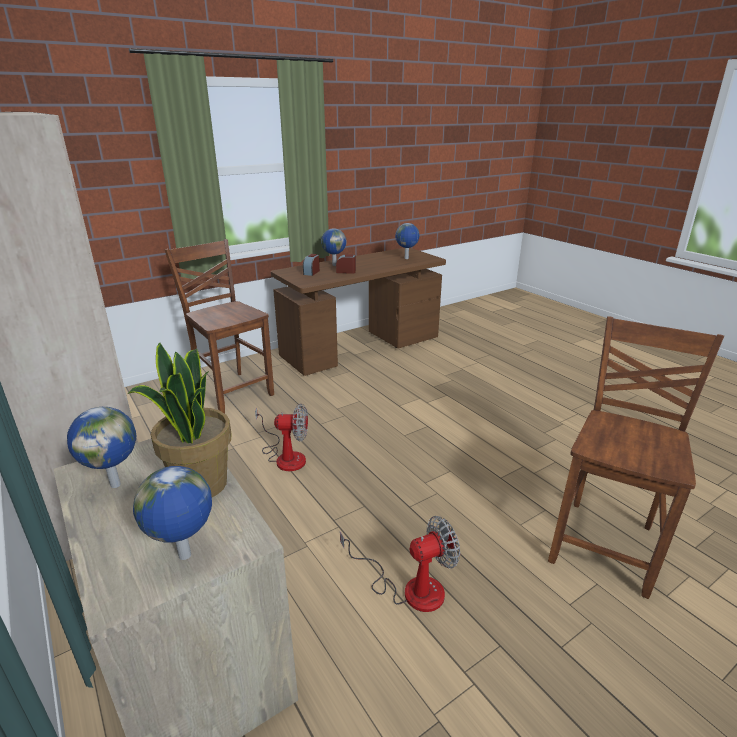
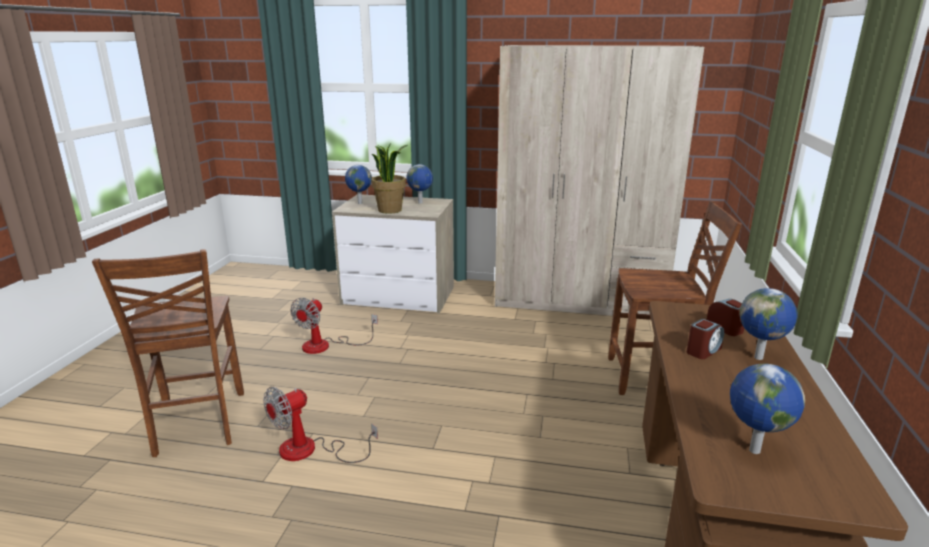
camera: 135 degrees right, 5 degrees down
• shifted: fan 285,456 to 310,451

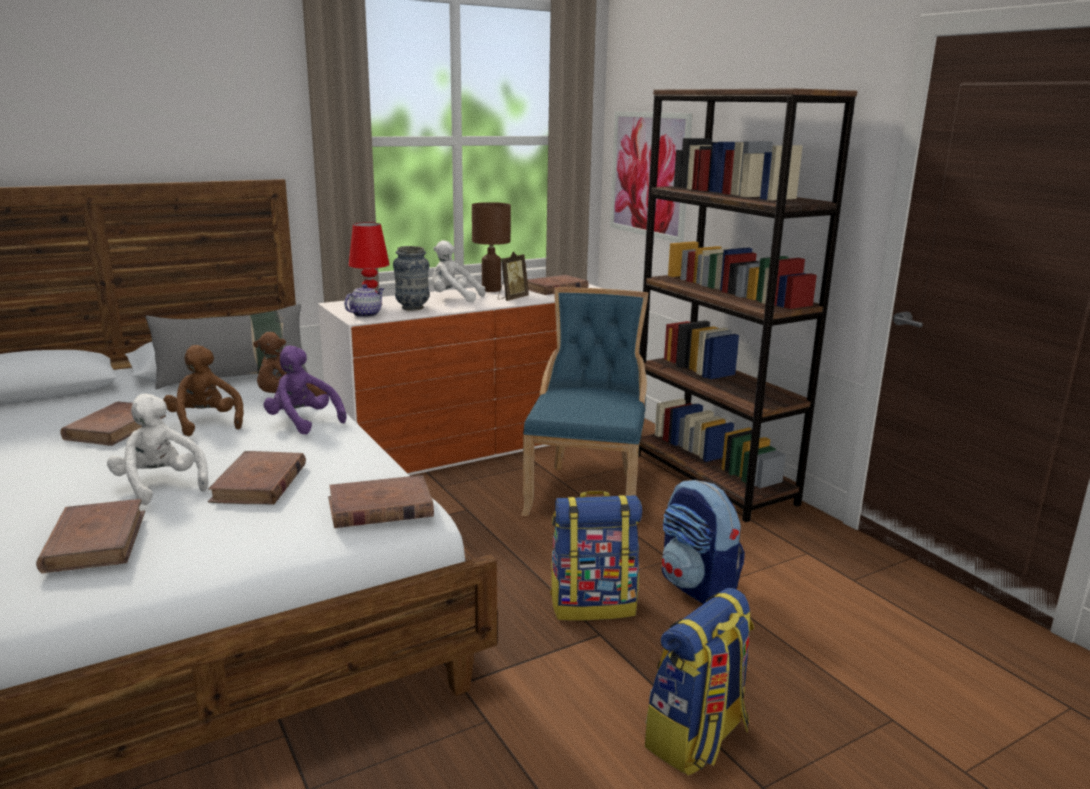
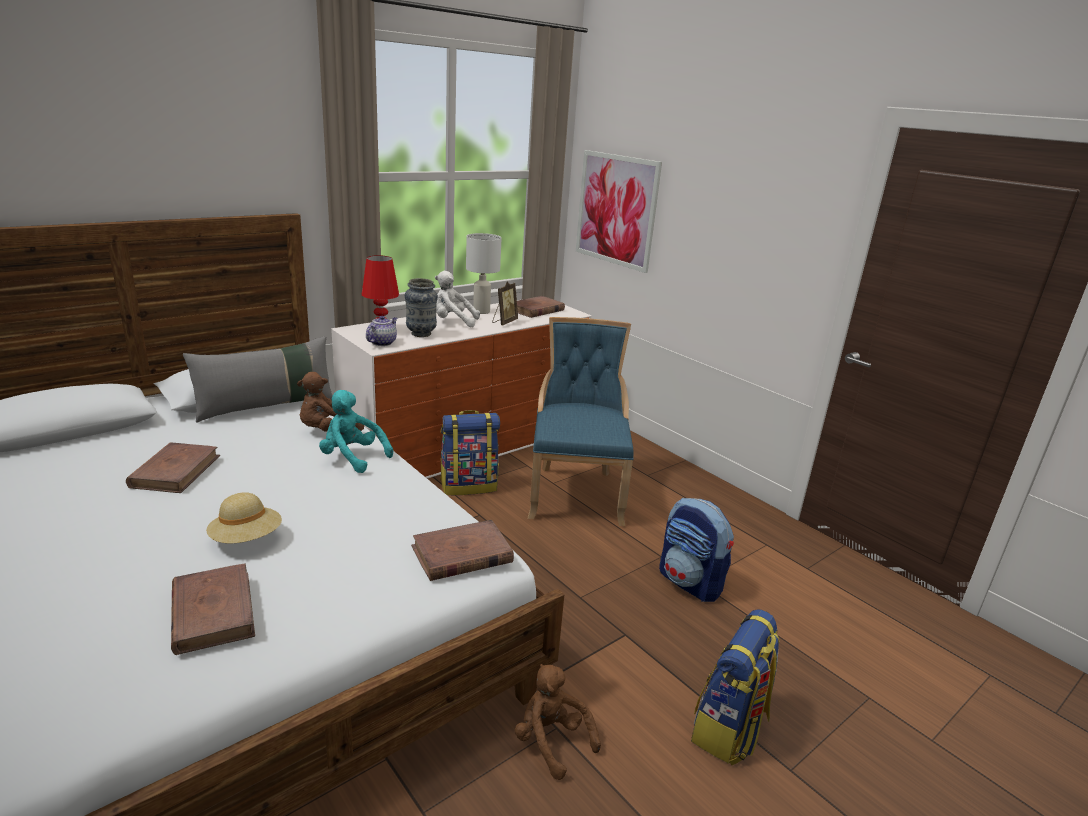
camera: 10 degrees left, 5 degrees up
• gone: brown volume 259,483
• gone: brown shelving unit 712,479
• shifted: brown soft toy 205,423 to 551,741
• shifted: rucksack 593,604 to 469,485
• swapped: whitish soft toy 160,485 to sand-coloured clothing hat 246,539
• repainted: purple soft toy 303,422 to turquoise-coloured soft toy 352,457
• repainted: brown table lamp 491,290 to whitish table lamp 481,311

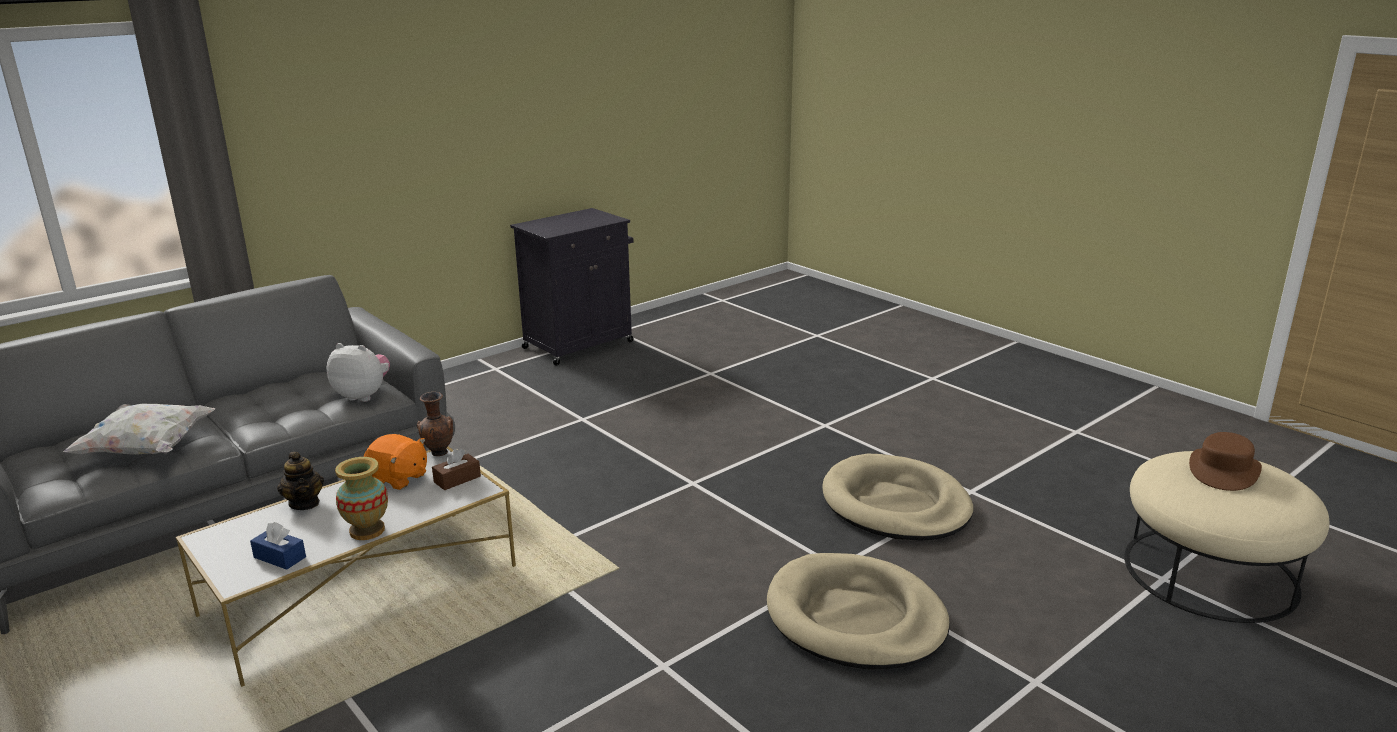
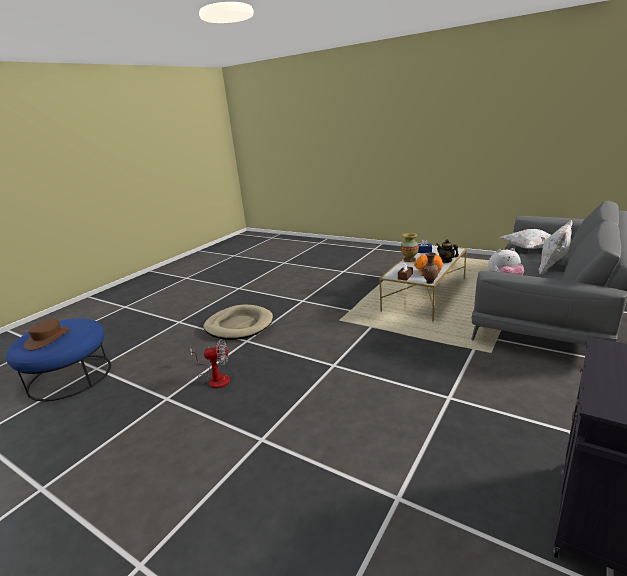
camera: 165 degrees right, 0 degrees up
• new: whitish cushion 552,267
• swapped: sand-coloured dog cushion 895,504 to fan 215,378
• repainted: sand-coloured footrest 1210,572 to blue footrest 69,376

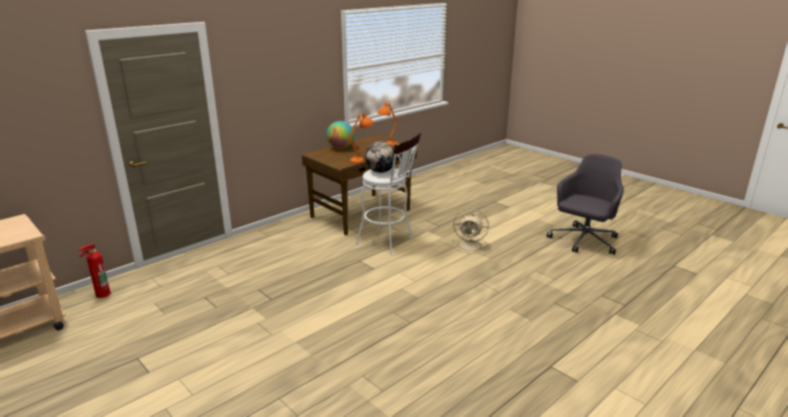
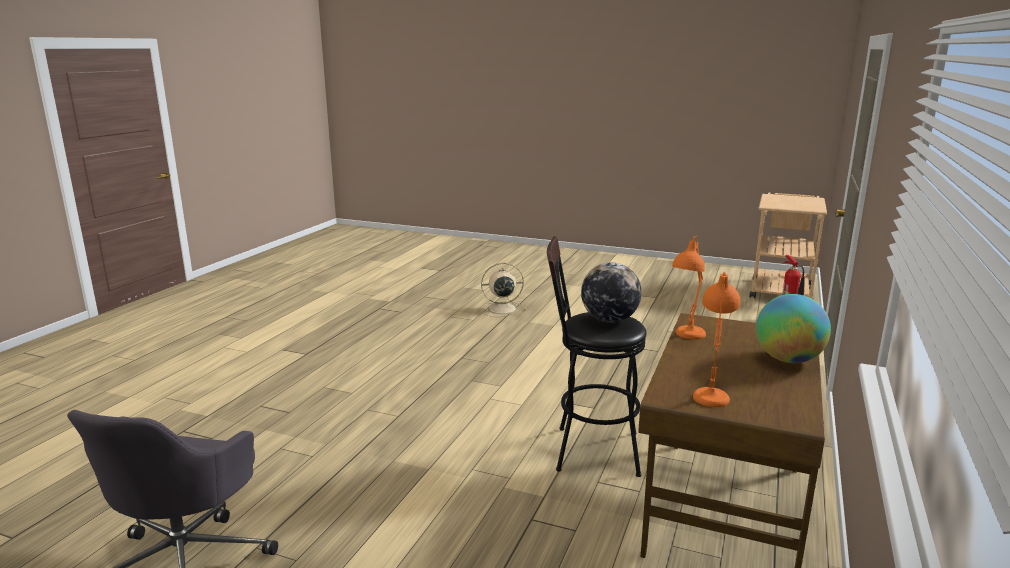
camera: 155 degrees right, 5 degrees down
• shifted: sand-coloured fan 470,245 to 501,309
• repainted: whitish sitting stool 389,242 to black sitting stool 588,450

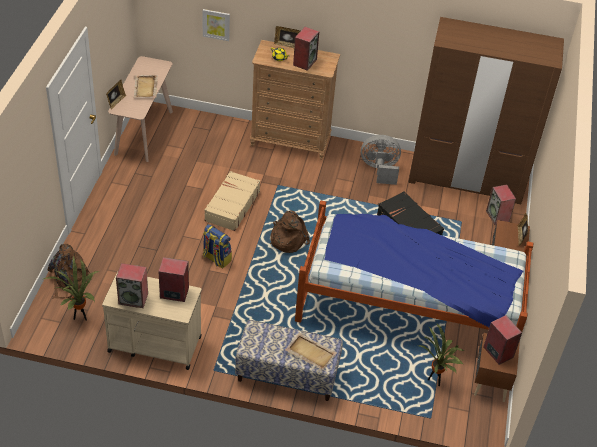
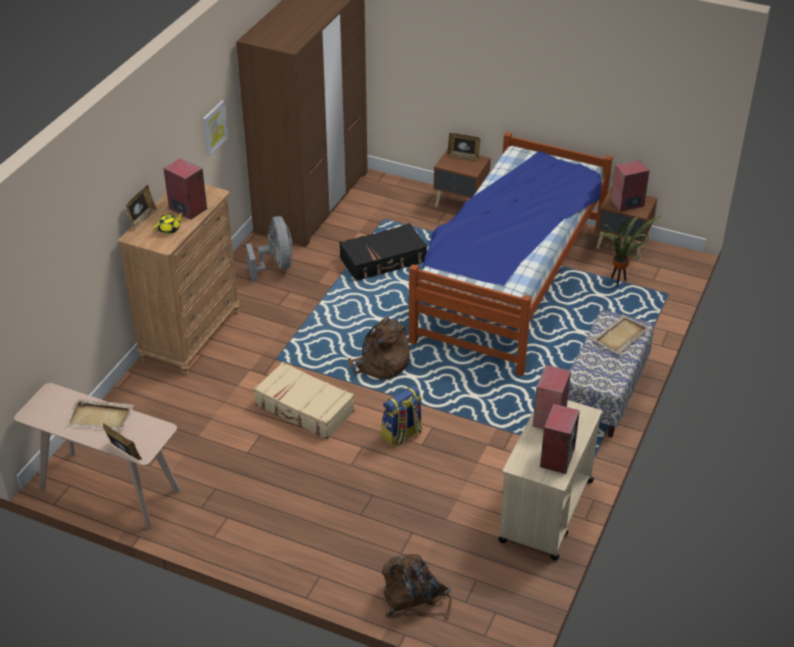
camera: 75 degrees left, 5 degrees down
• gone: potted plant 80,317
• gone: speaker 498,216
• shifted: wall picture 216,24 to 214,128
• rotated: grey fan 379,170 = 275,266 150 degrees clockwise

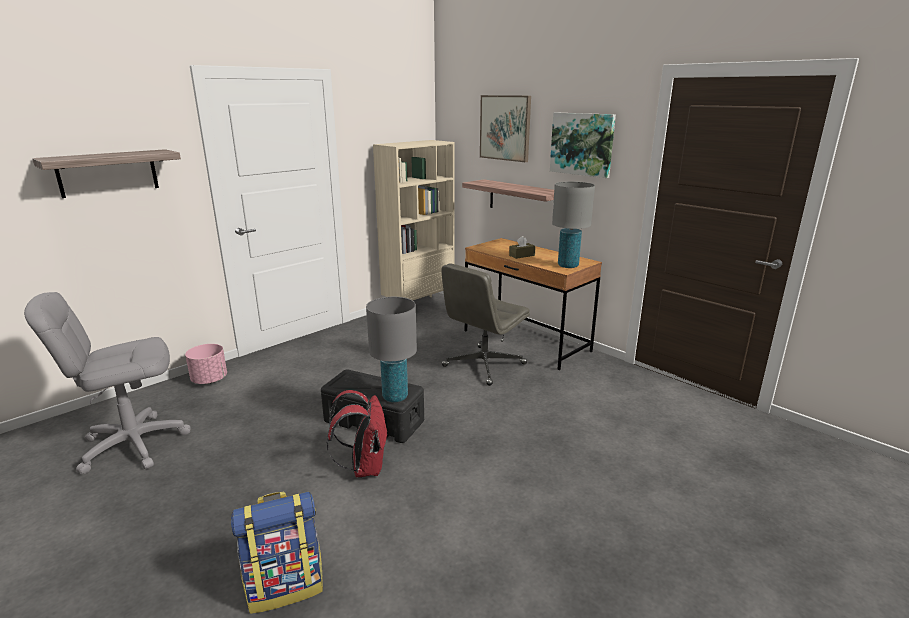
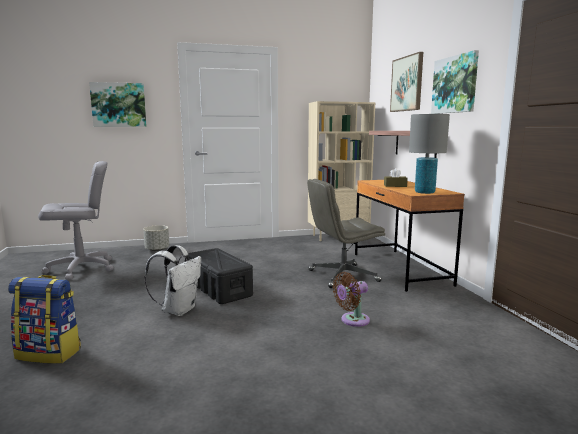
camera: 30 degrees right, 10 degrees down
• gone: grey table lamp 395,397
• new: brown fan 352,320
• swapped: shelf 108,173 to wall picture 119,105
• repainted: pinkish flower pot 209,380 to grey flower pot 157,249
• repainted: reddish rucksack 364,467 to whitish rucksack 178,310
• rotated: grey computer chair 133,444 = 81,268 150 degrees clockwise

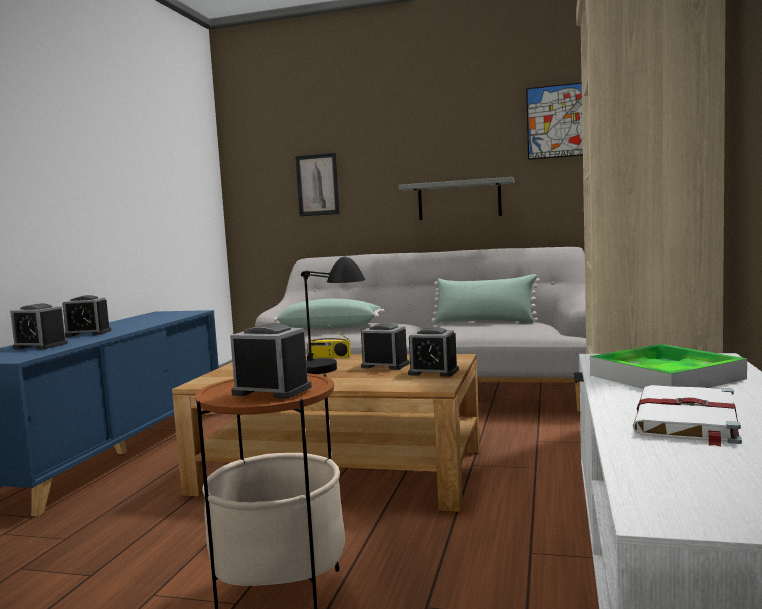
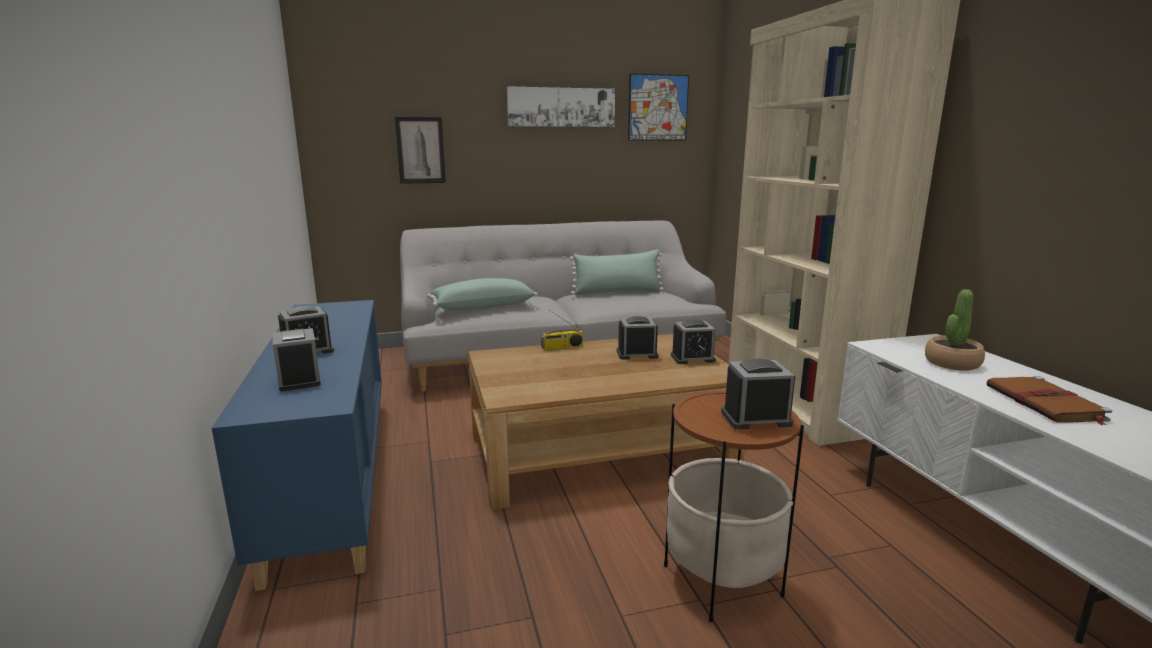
camera: 30 degrees left, 10 degrees up
• gone: black table lamp 330,376
• gone: grey shelf 459,200
• new: wall picture 561,107
• swapped: tray 665,377 to potted plant 952,363
• repainted: whitish volume 686,419 to brown volume 1046,403
• rotated: table clock 40,346 = 299,379 105 degrees counterclockwise

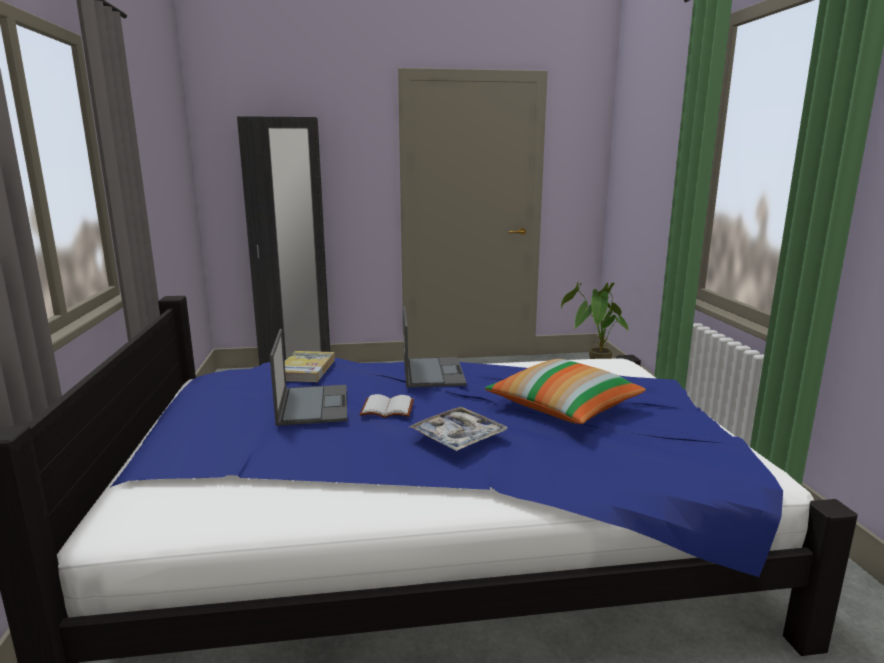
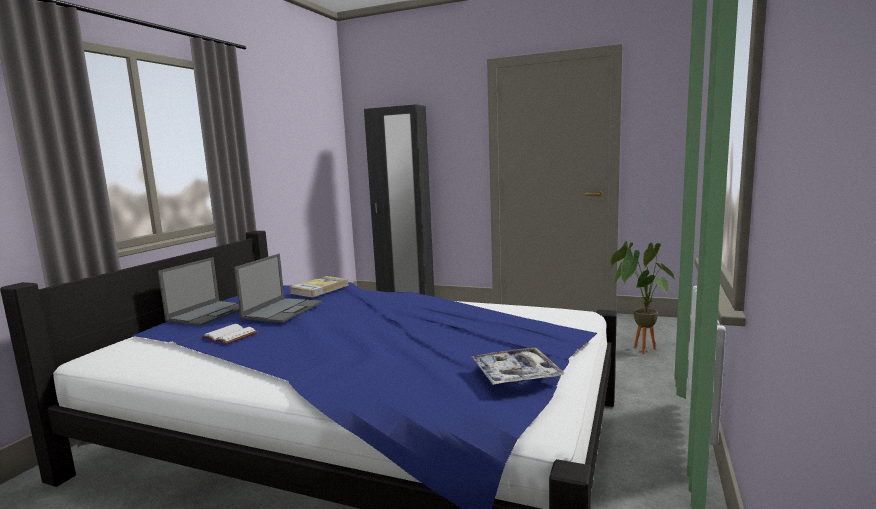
camera: 30 degrees right, 5 degrees down
• gone: cushion 563,408
• shifted: whitish volume 386,409 to 228,336
• shifted: portable computer 432,372 to 210,313
• shifted: tray 458,437 to 515,375

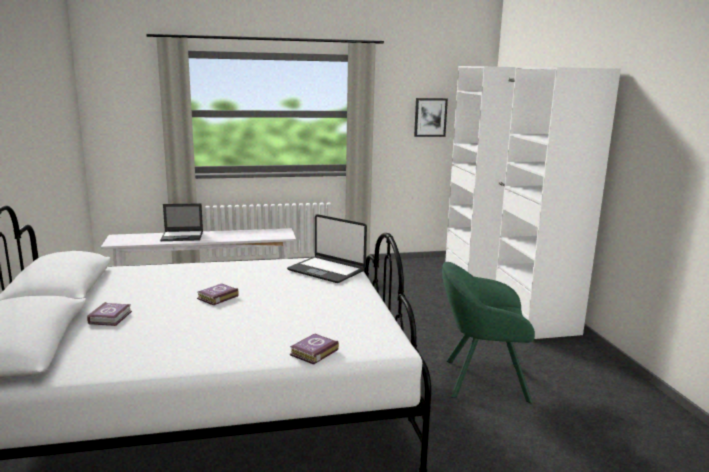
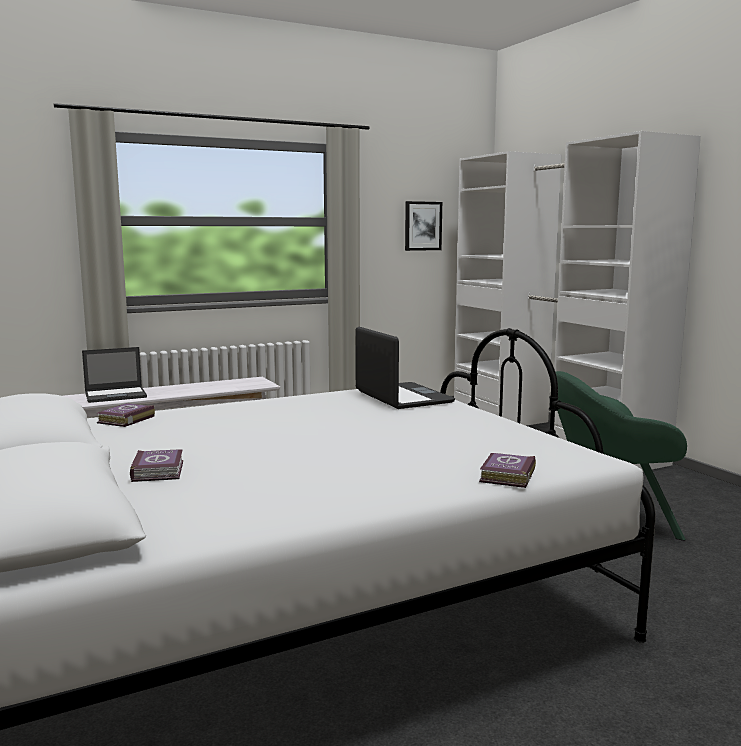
camera: 15 degrees left, 5 degrees down
• shifted: volume 216,297 to 124,420
• rotated: portable computer 327,270 = 402,397 135 degrees counterclockwise

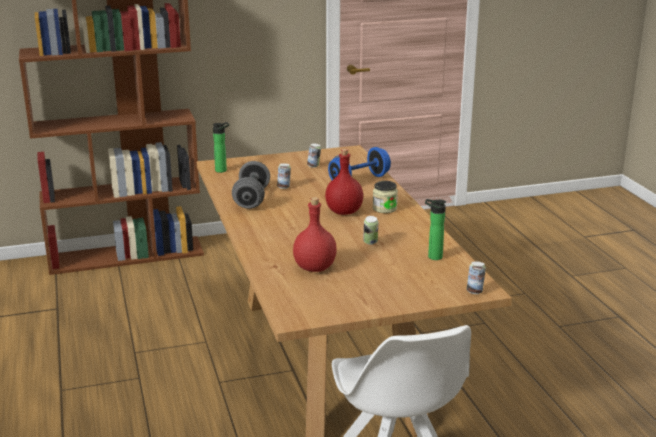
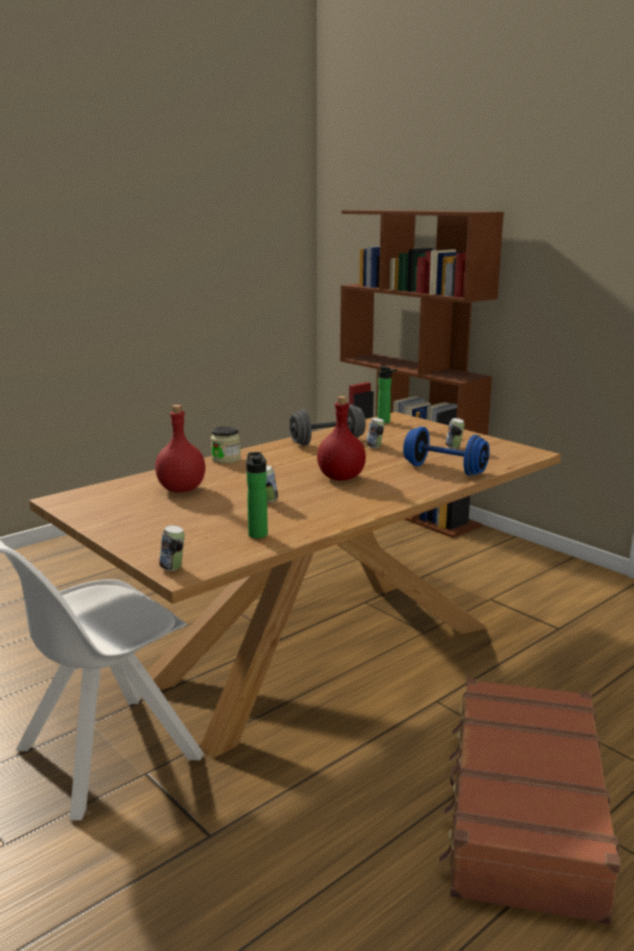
camera: 65 degrees right, 5 degrees down
• new: brown travel case 523,811
• shifted: preserve jar 384,208 to 226,459

